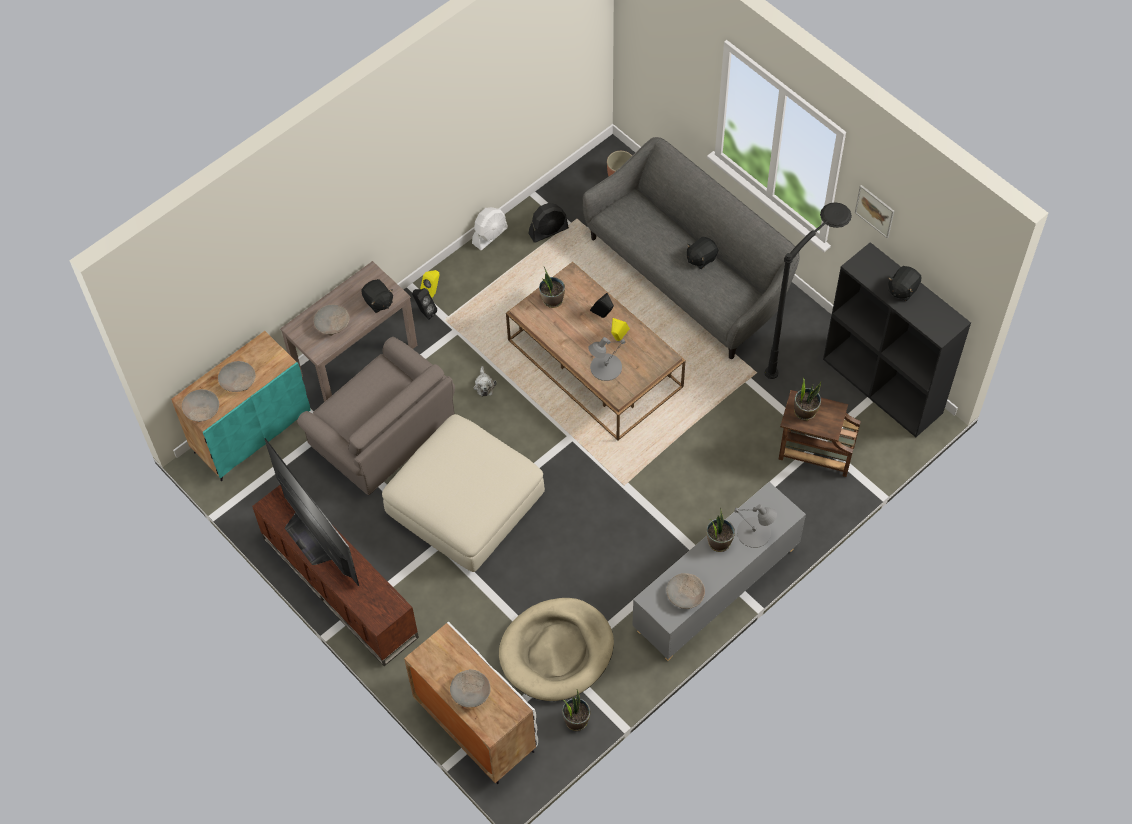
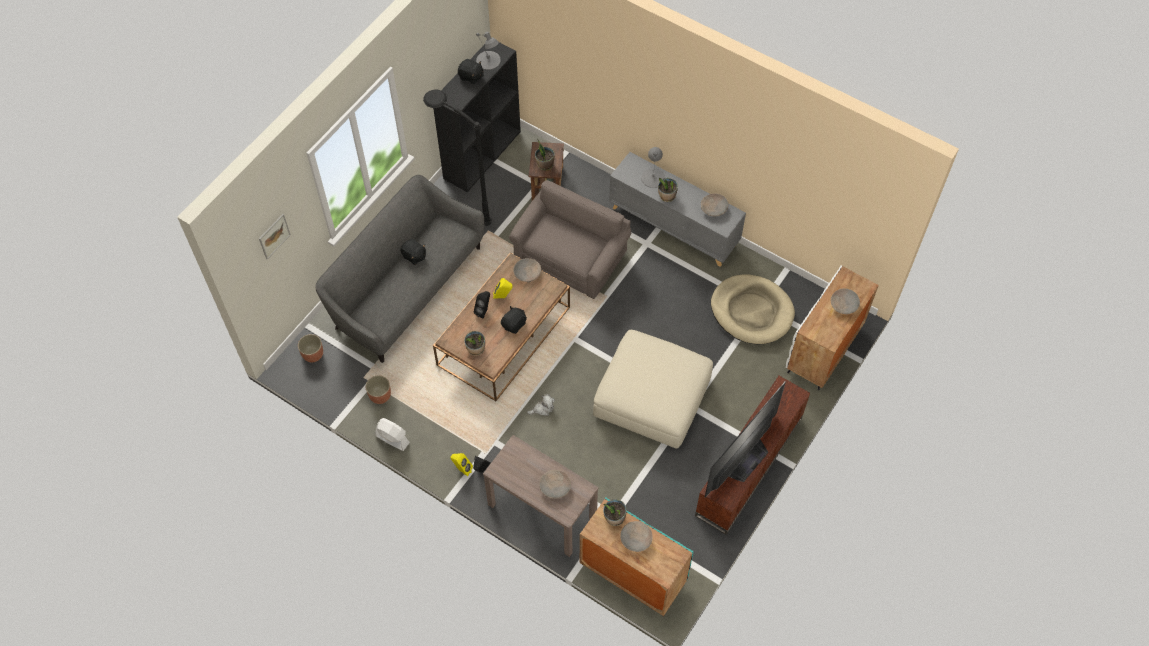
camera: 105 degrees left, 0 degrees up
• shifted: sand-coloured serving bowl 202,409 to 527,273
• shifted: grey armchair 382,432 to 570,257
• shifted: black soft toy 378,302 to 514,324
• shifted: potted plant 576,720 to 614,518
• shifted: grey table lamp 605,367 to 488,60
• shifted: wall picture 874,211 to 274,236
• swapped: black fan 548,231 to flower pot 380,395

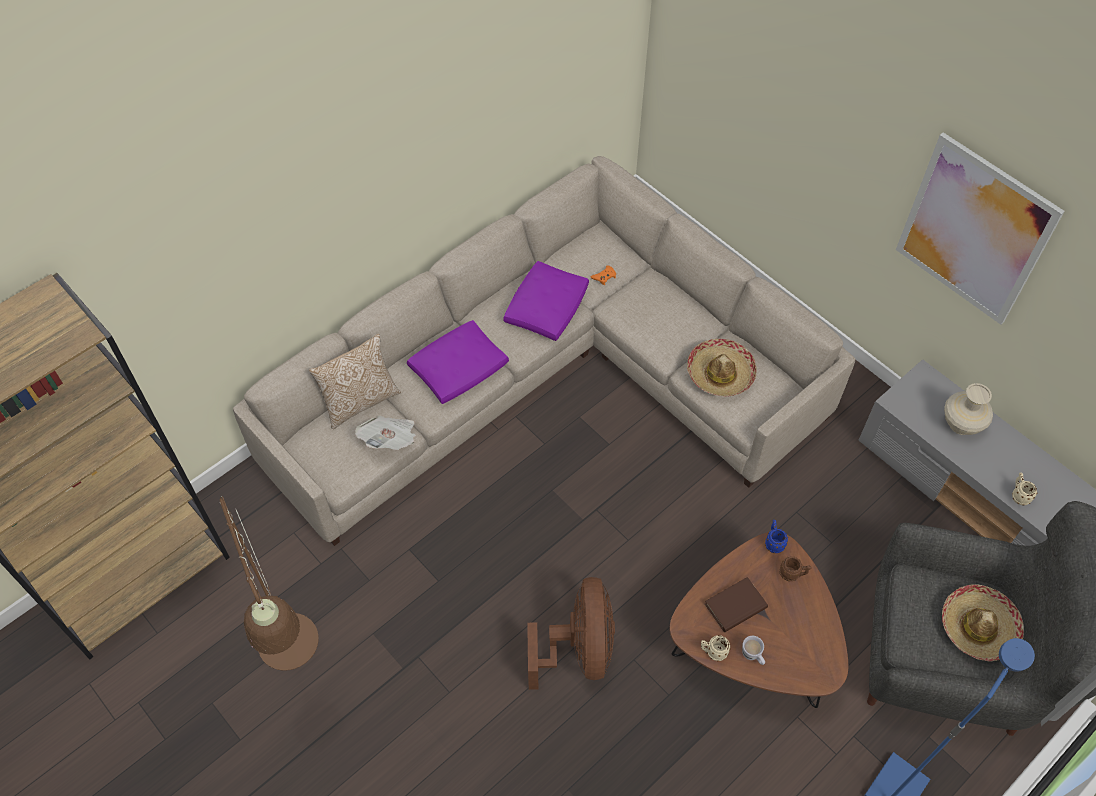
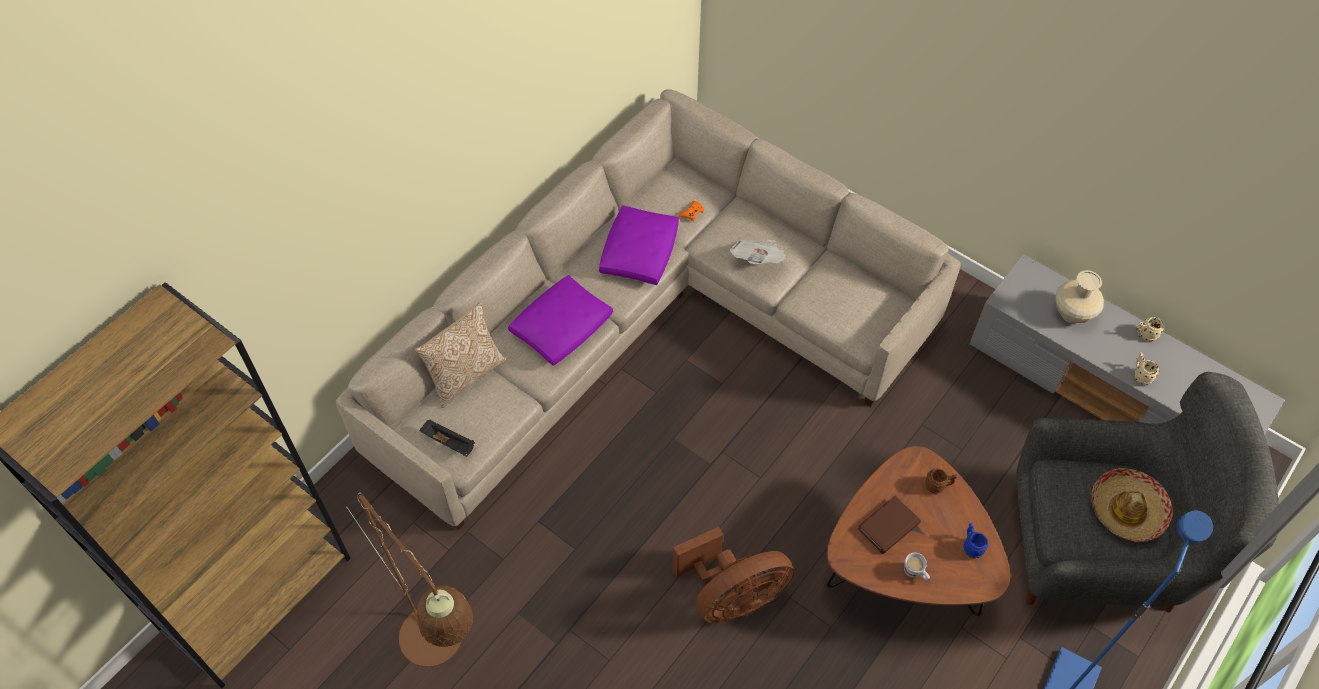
camera: 10 degrees left, 0 degrees up
• gone: clothing hat 720,373
• gone: wall picture 974,230
• new: black tray 449,442
• shifted: daily paper 390,440 to 758,260
• shifted: sand-coloured tea mug 713,652 to 1144,335
• shifted: blue tea mug 773,543 to 971,546
• rotated: brown fan 578,650 = 732,596 75 degrees clockwise

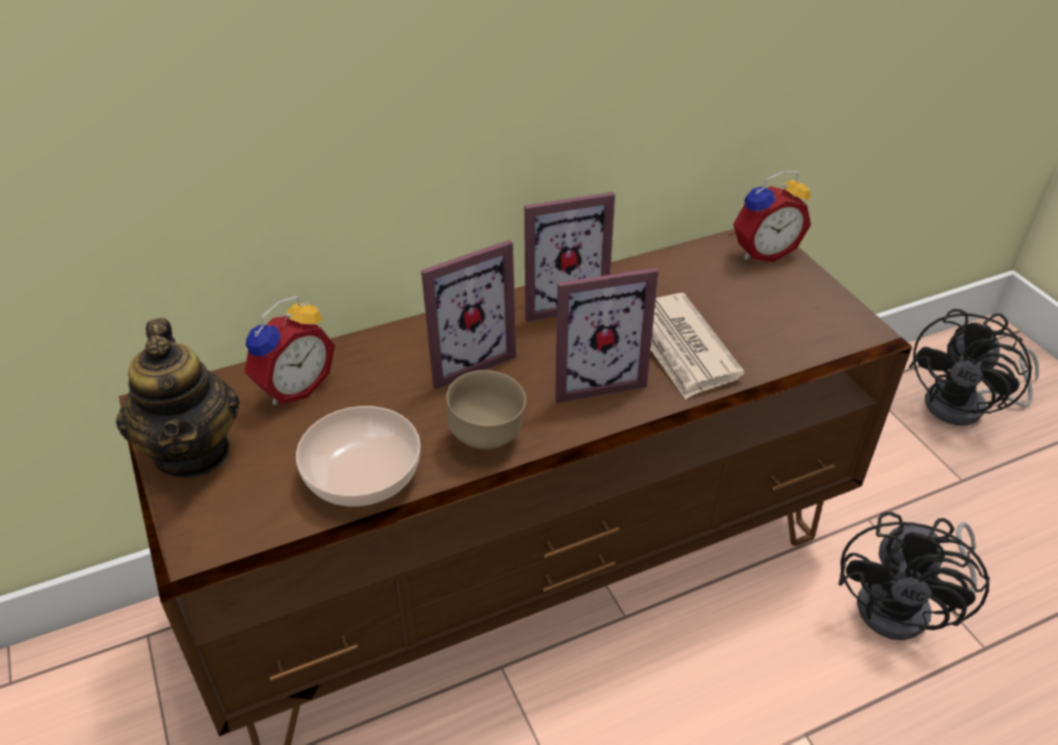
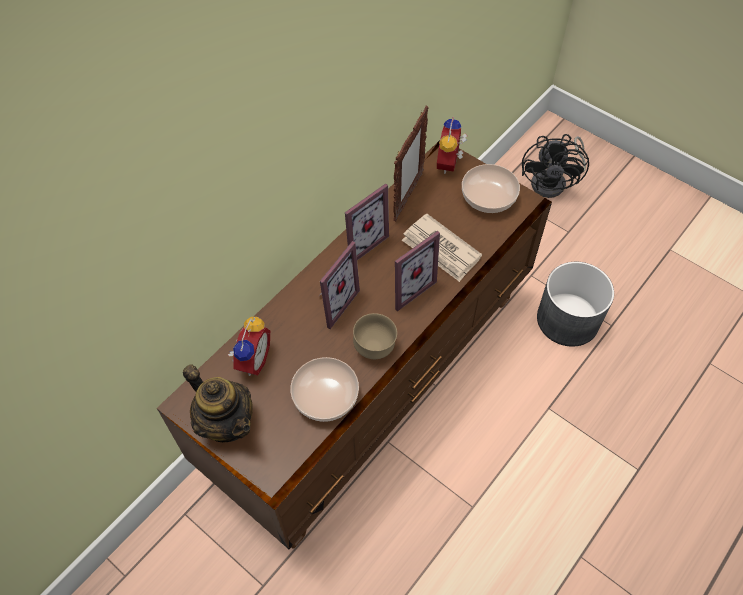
camera: 25 degrees left, 15 degrees up
• new: photo frame 407,197
• new: serving bowl 488,196
• swapped: black fan 906,607 to grey flower pot 568,319
• rotated: table clock 762,251 = 450,163 150 degrees clockwise

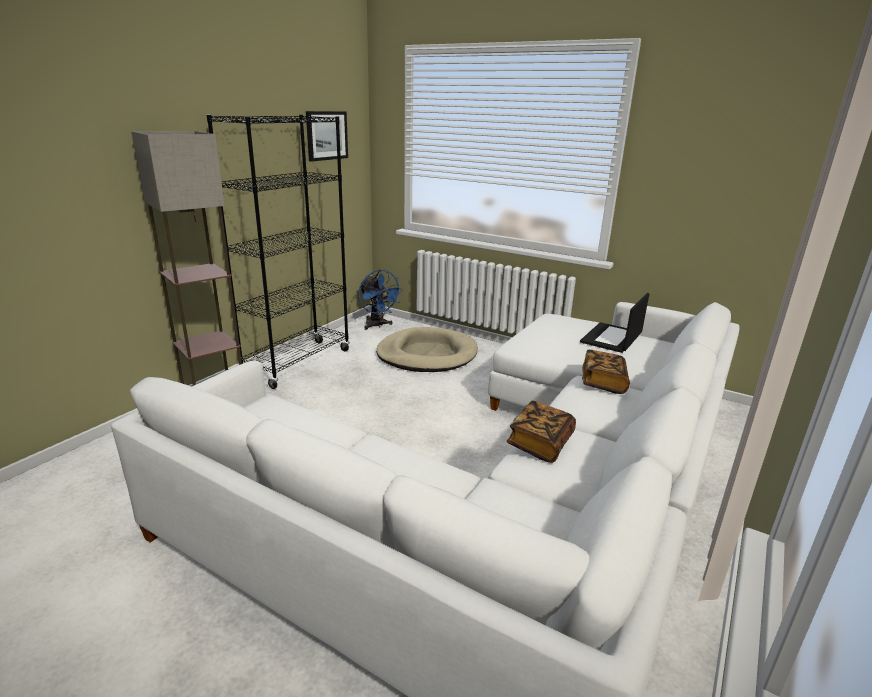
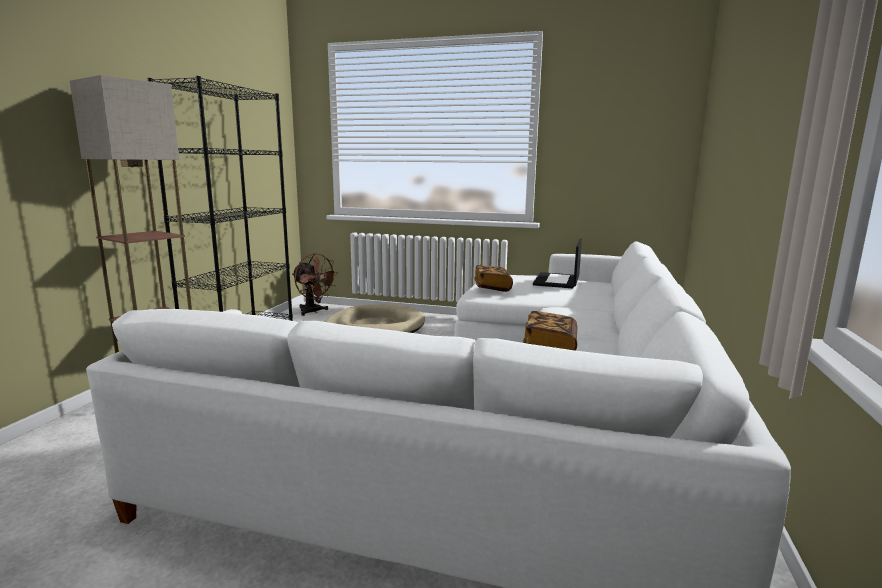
camera: 15 degrees left, 10 degrees down
• gone: wall picture 326,135
• shifted: volume 603,382 to 492,287
• repainted: blue fan 377,325 to brown fan 313,312

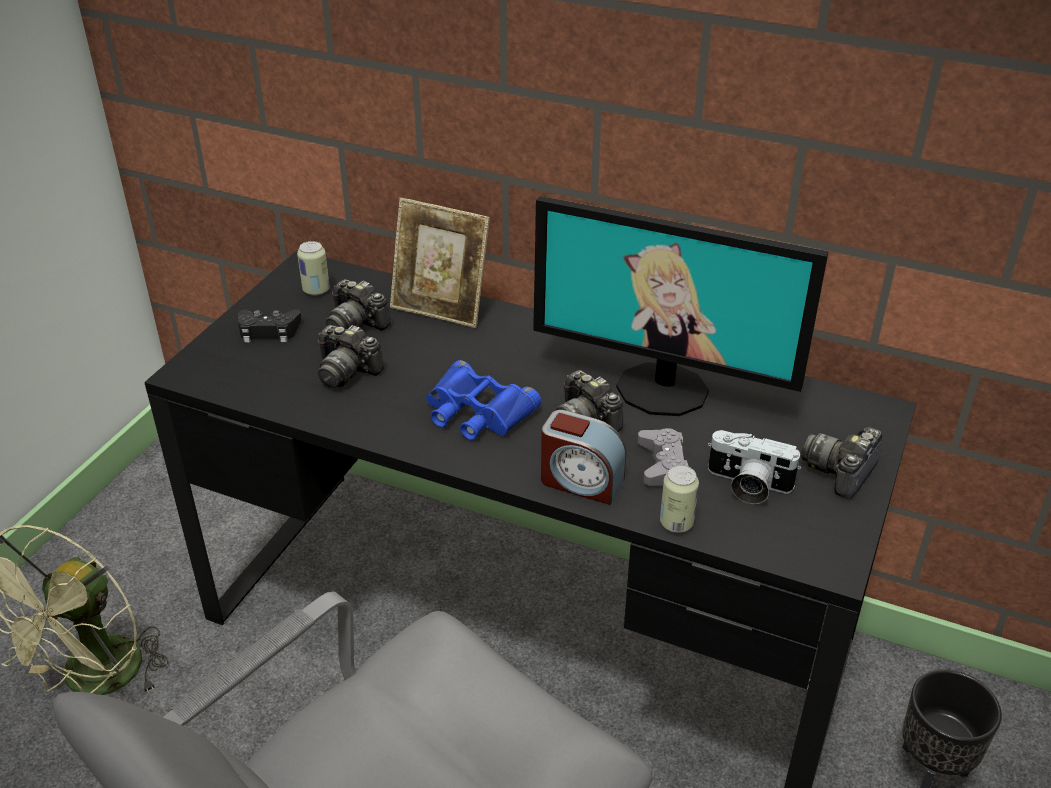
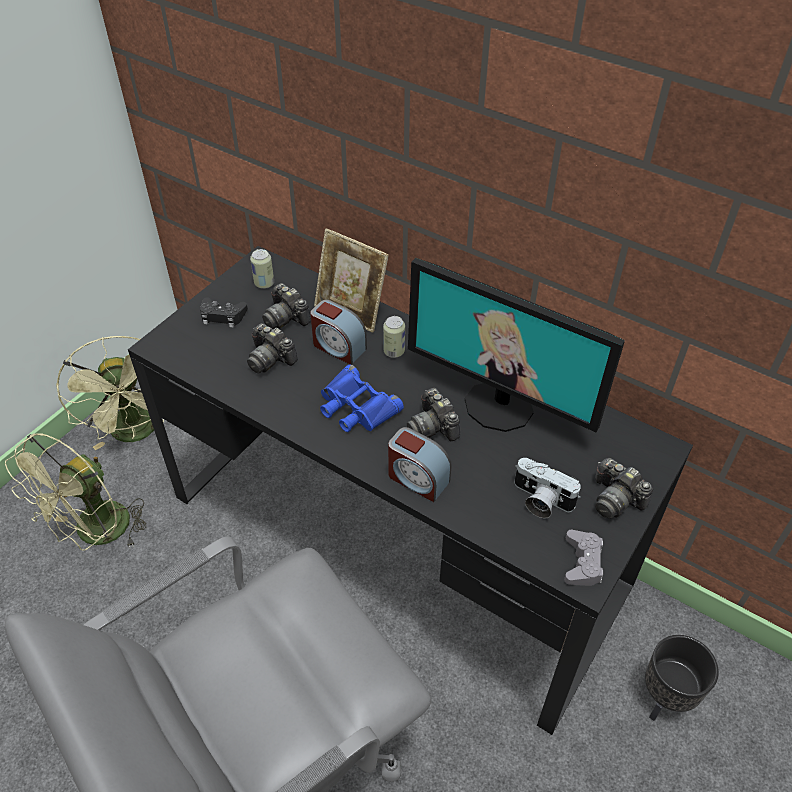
camera: 10 degrees right, 10 degrees up
• new: green fan 138,432
• new: table clock 338,347
• shifted: grey gamepad 662,464 to 582,562
• shifted: metal can 676,523 to 394,351
• rotated: still camera 841,472 = 615,499 90 degrees counterclockwise

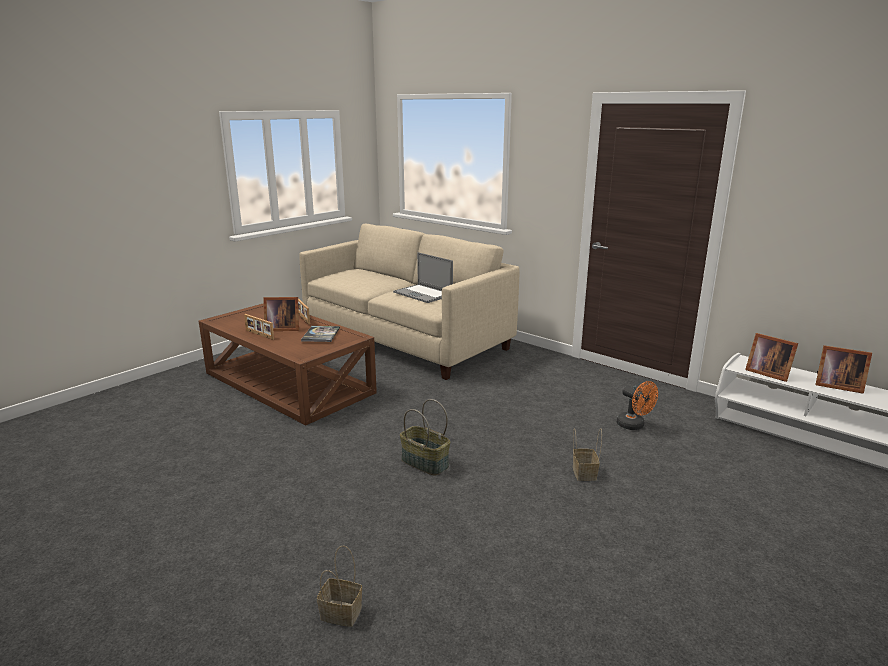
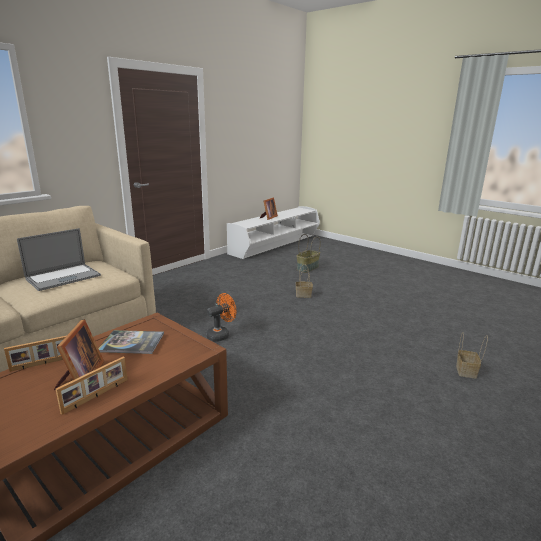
camera: 90 degrees left, 0 degrees up
• gone: photo frame 767,373
• shifted: storage basket 424,463 to 308,268
• shifted: orange-coloured fan 634,426 to 221,335

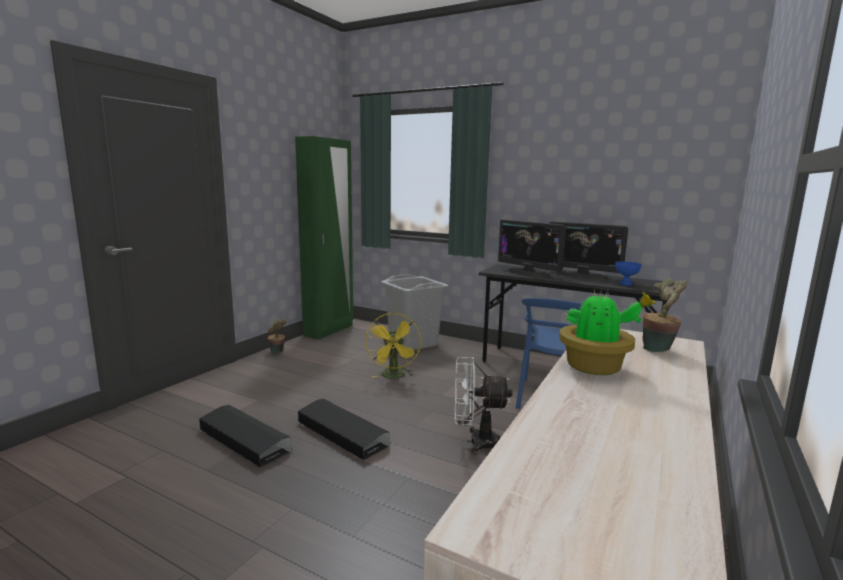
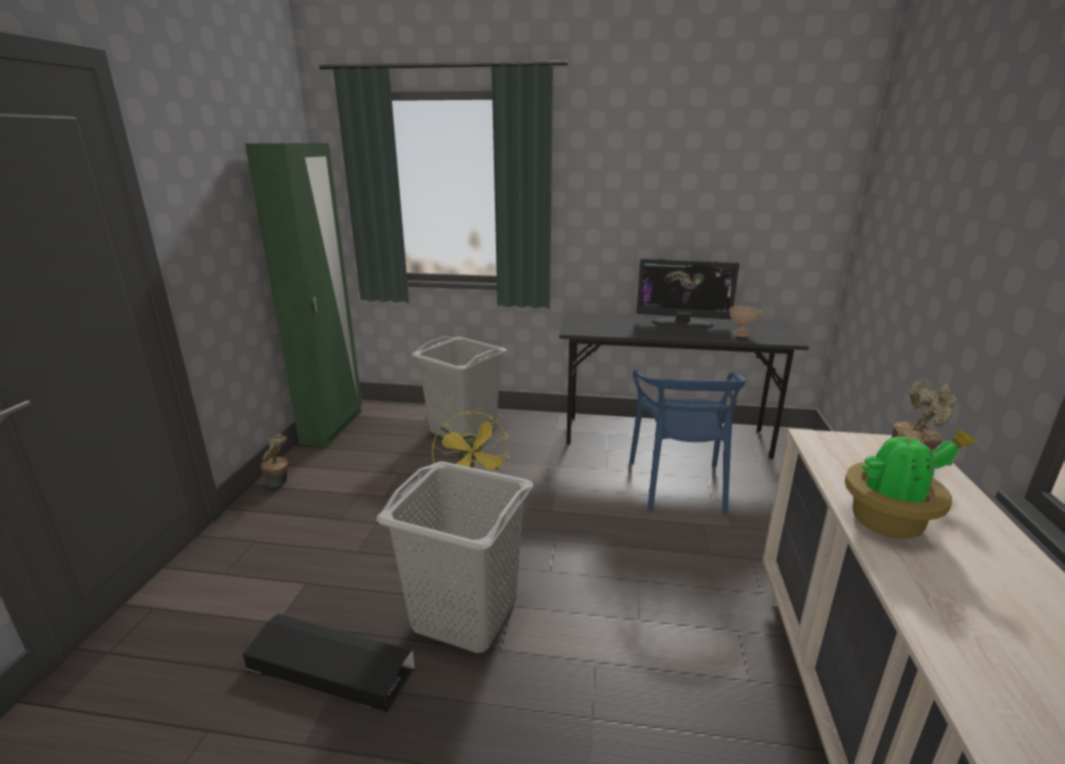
camera: 20 degrees left, 10 degrees up
• gone: whitish fan 476,442
• gone: computer screen 528,273
• swapped: black storage container 341,433 to grey hamper 465,612
• repainted: blue serving bowl 626,284 to sand-coloured serving bowl 741,334

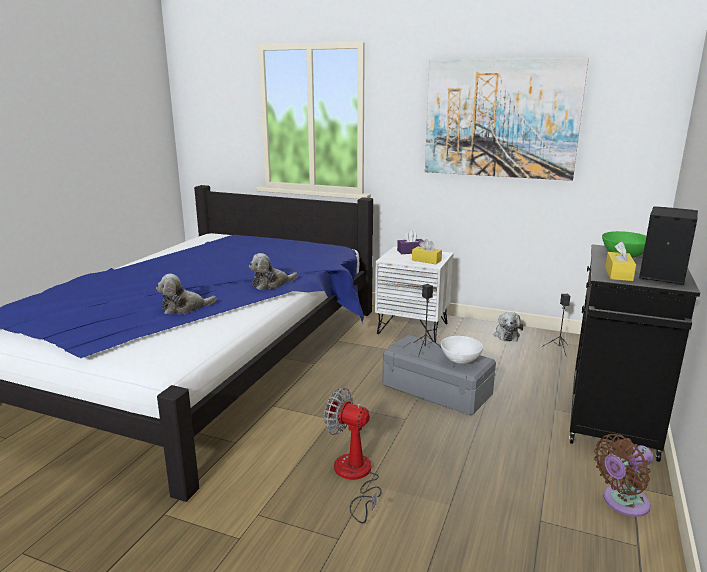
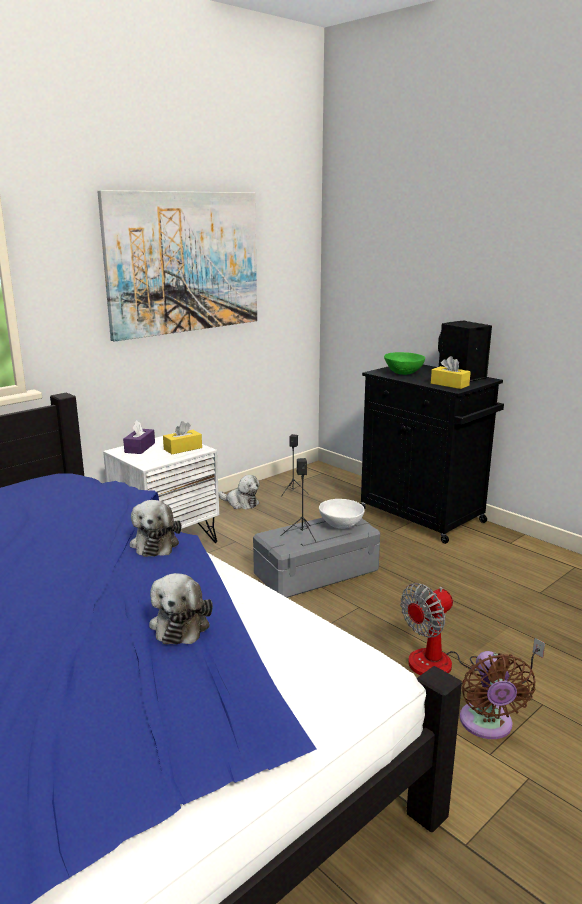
camera: 65 degrees left, 0 degrees up
• shifted: brown fan 622,502 to 487,725

